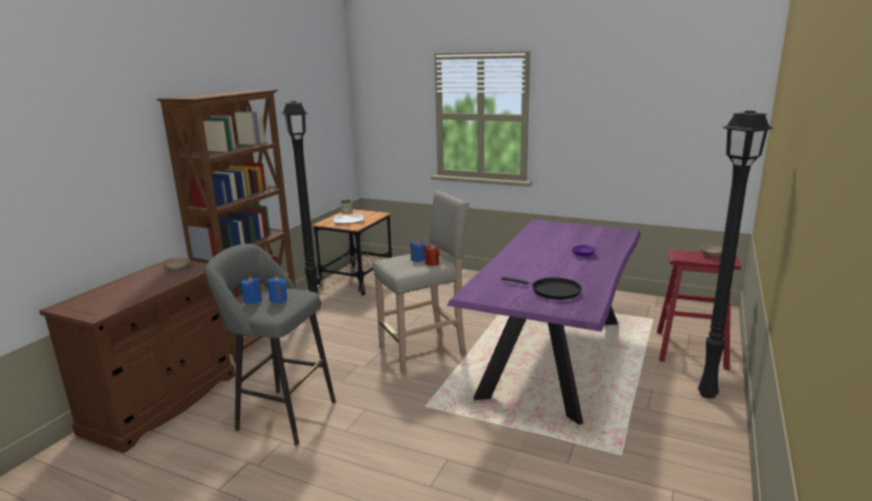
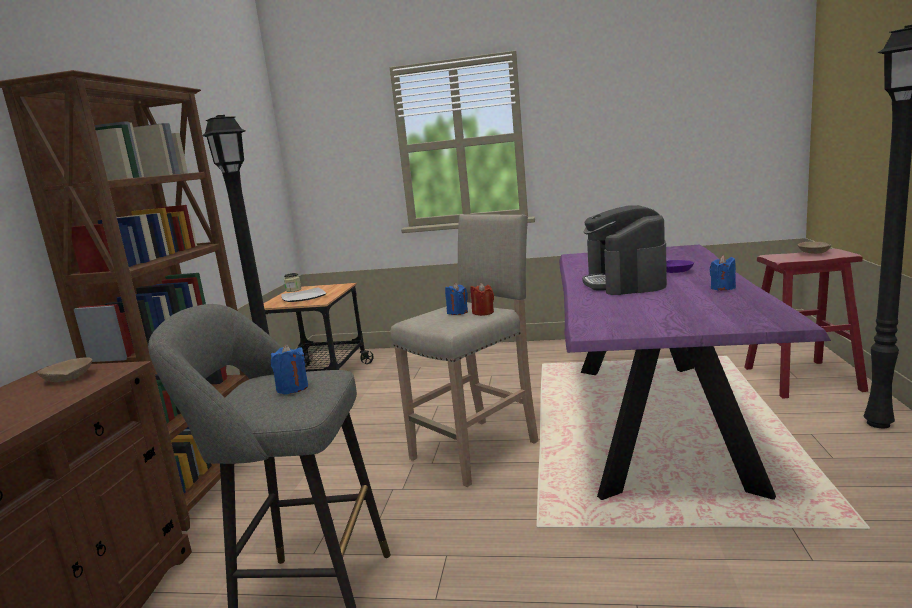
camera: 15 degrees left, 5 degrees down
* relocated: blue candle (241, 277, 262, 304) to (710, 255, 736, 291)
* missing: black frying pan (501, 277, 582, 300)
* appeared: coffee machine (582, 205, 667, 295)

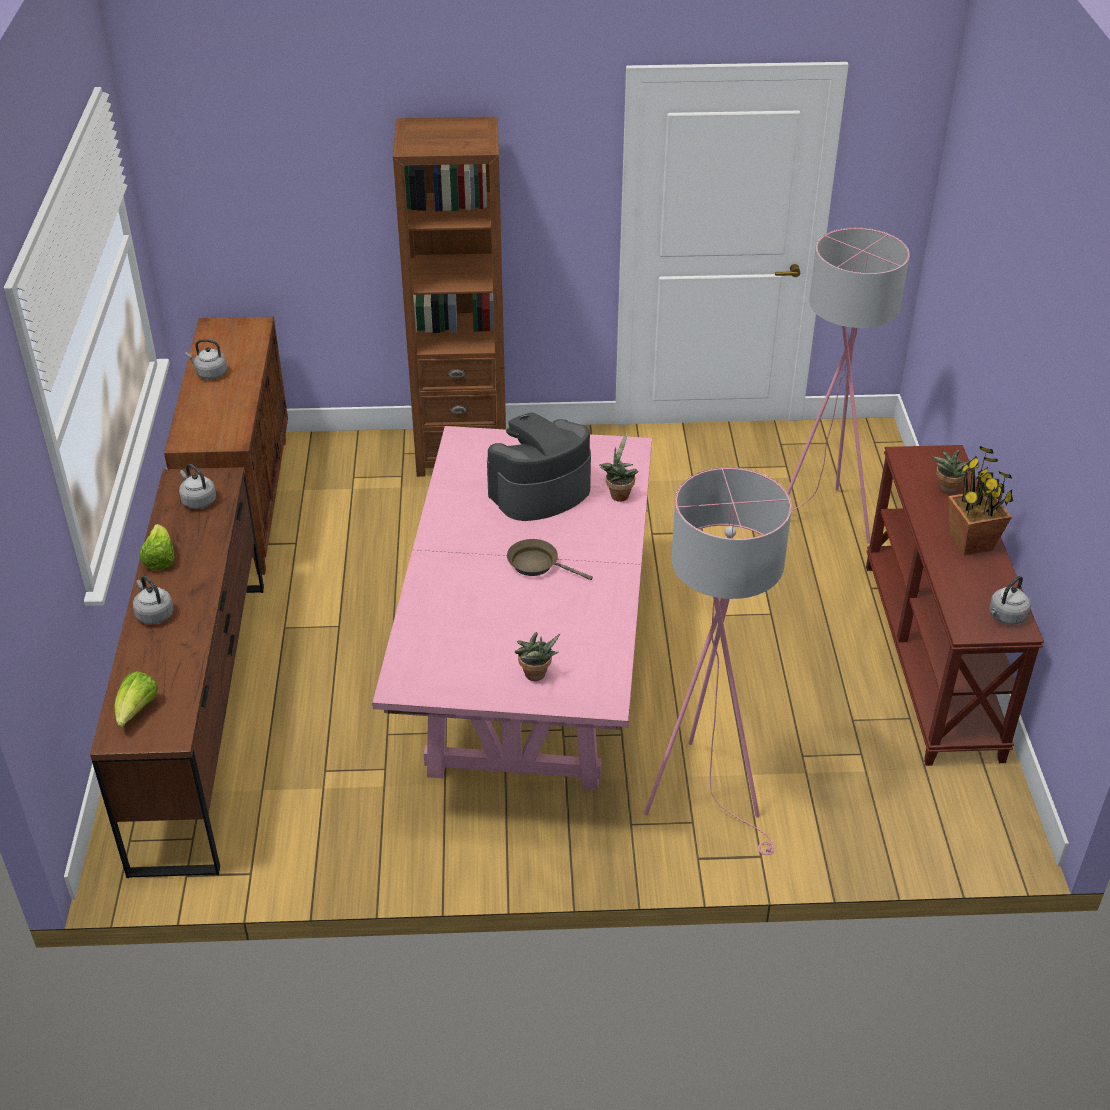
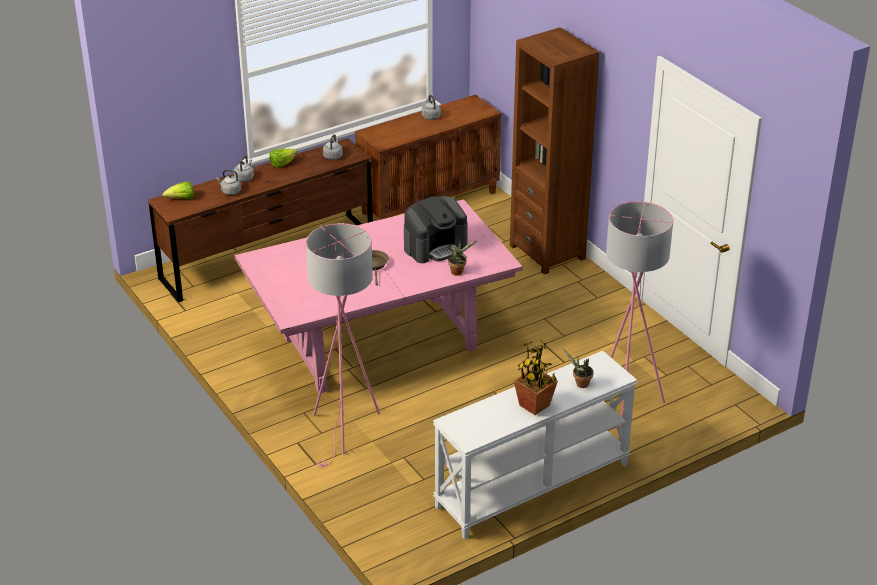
camera: 60 degrees right, 5 degrees down
* spun: coffee machine (487, 413, 591, 521) = (404, 196, 468, 263) 120 degrees clockwise
* colour: brown console table (866, 445, 1044, 766) to white console table (433, 351, 637, 539)
* relocated: grey kettle (989, 576, 1031, 624) to (216, 169, 241, 195)
* missing: potted plant (514, 632, 560, 681)

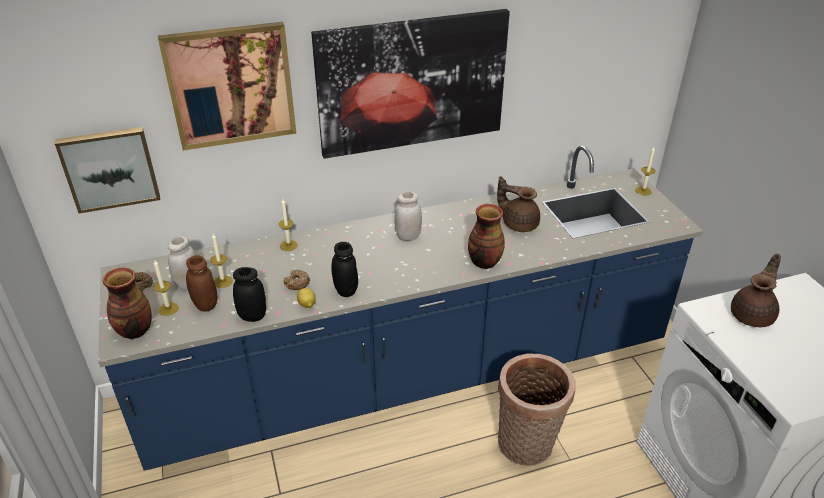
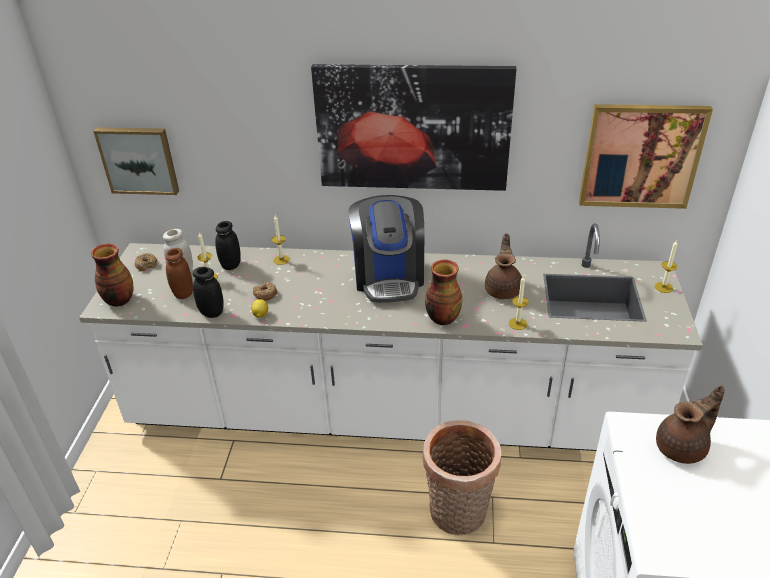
camera: 25 degrees right, 0 degrees up
* relocated: picture (158, 22, 296, 151) to (579, 104, 713, 209)
* colour: blue counter (98, 146, 703, 471) to white counter (79, 223, 703, 451)
* spun: brown teapot (497, 176, 540, 232) = (485, 233, 522, 299) 45 degrees clockwise
* exchanged: white jar (394, 192, 422, 241) to coffee machine (348, 195, 424, 303)
* relocated: black jar (331, 242, 358, 297) to (215, 221, 241, 270)
* relocated: candle (153, 260, 178, 316) to (509, 275, 529, 330)

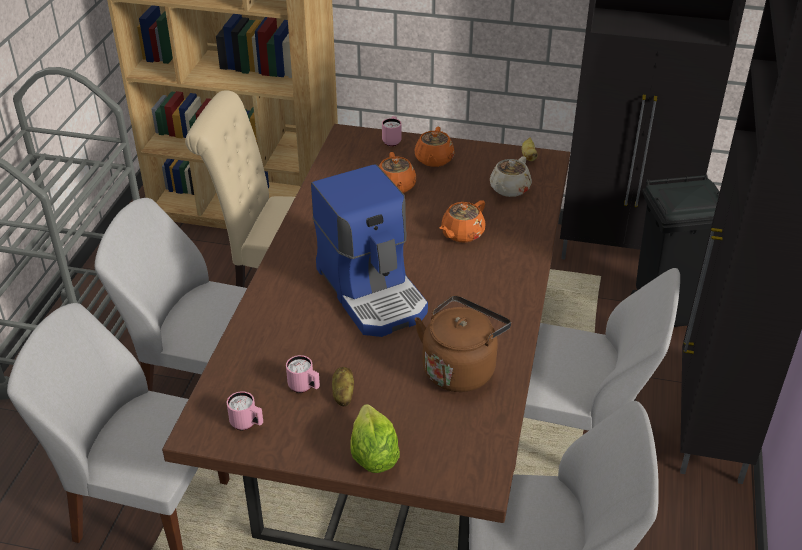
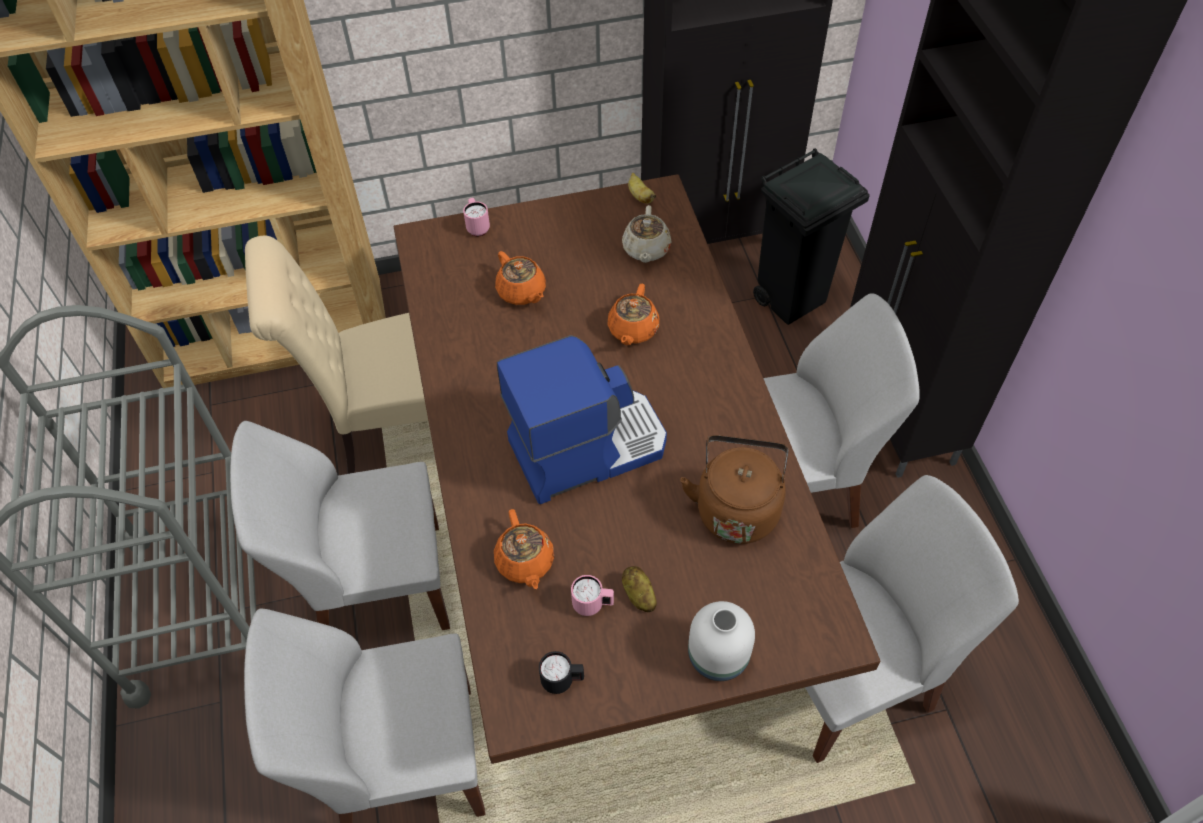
camera: 25 degrees left, 15 degrees up
* relocated: orange teapot (415, 127, 455, 167) to (494, 509, 554, 589)
* spun: coffee machine (311, 164, 428, 337) = (497, 335, 667, 504) 60 degrees counterclockwise
* colour: pink mug (227, 391, 263, 430) to black mug (539, 651, 584, 694)
* exchanged: lettuce (350, 404, 400, 473) to white vase (688, 601, 755, 681)

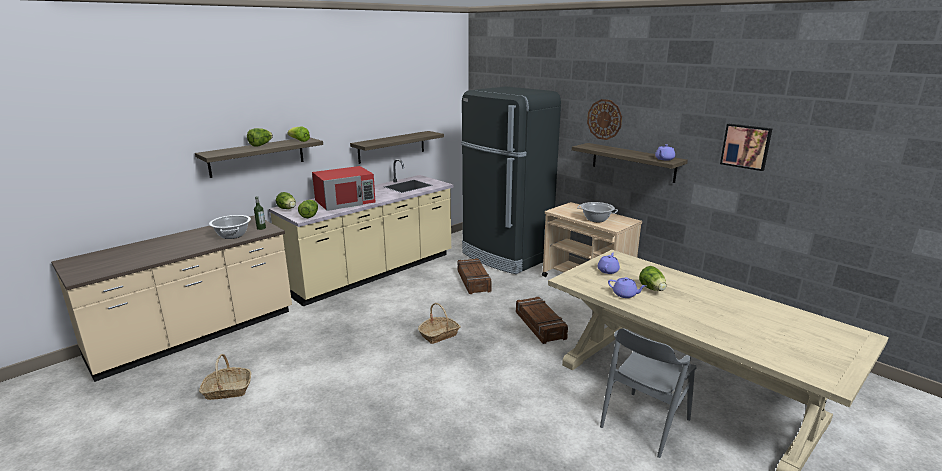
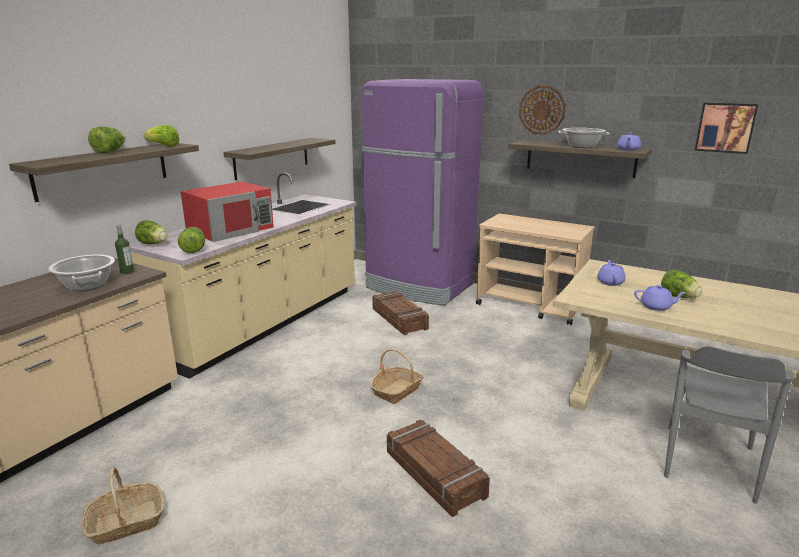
camera: 15 degrees left, 0 degrees up
* colour: black fridge (461, 86, 561, 274) to purple fridge (362, 79, 483, 306)
* relocated: cooking pot (577, 202, 618, 222) to (559, 128, 610, 148)
* relocated: crate (516, 297, 568, 344) to (387, 420, 490, 517)

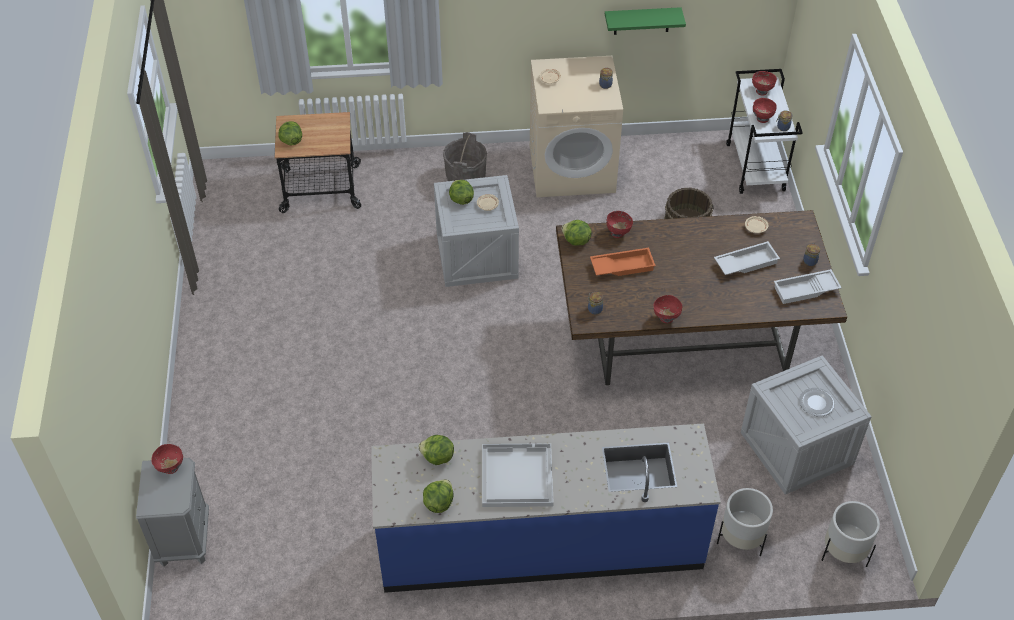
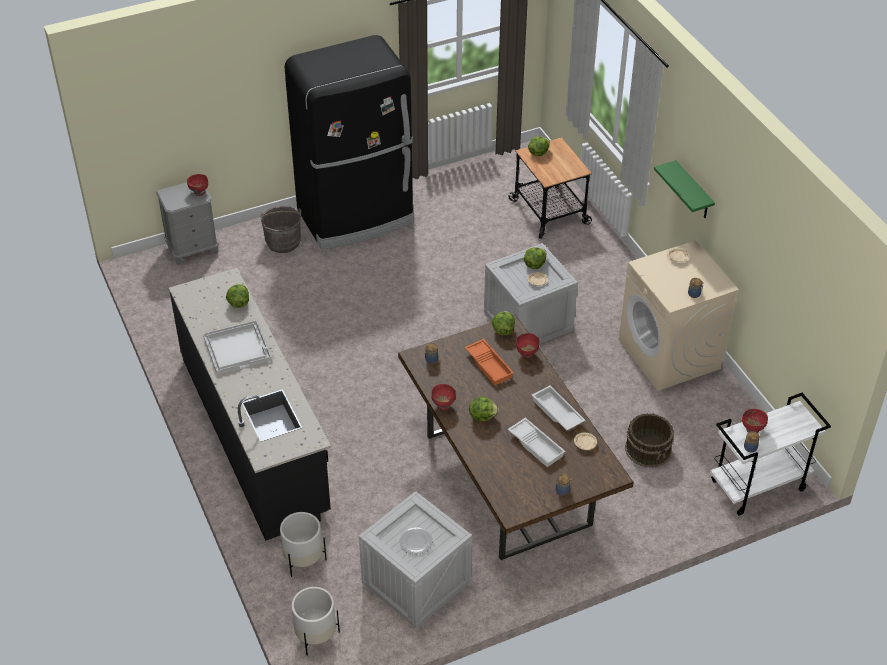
camera: 70 degrees right, 5 degrees down
* relocated: green shelf (605, 7, 686, 35) to (654, 160, 715, 218)
* missing: red bowl (752, 71, 777, 95)
* relocated: grey bucket (443, 132, 487, 181) to (260, 206, 301, 253)
* relocated: white tray (774, 269, 842, 304) to (532, 385, 586, 431)
* colour: blue counter (371, 423, 721, 593) to black counter (169, 268, 331, 541)
* relocated: lettuce (423, 479, 453, 513) to (469, 396, 499, 421)
* appeared: black fridge (285, 35, 414, 249)

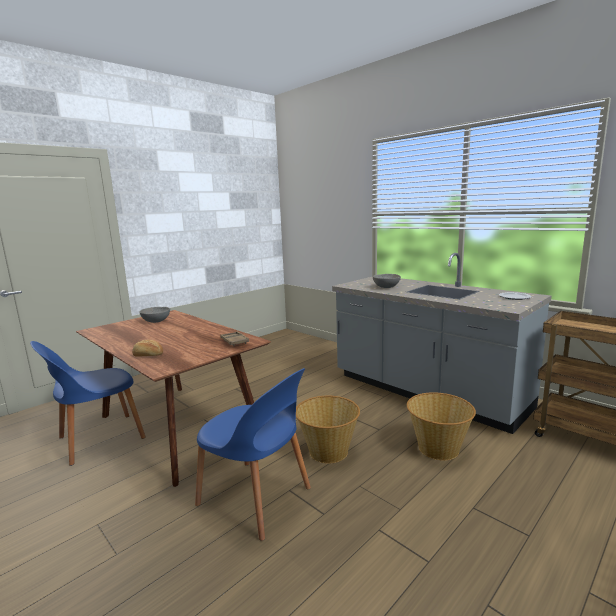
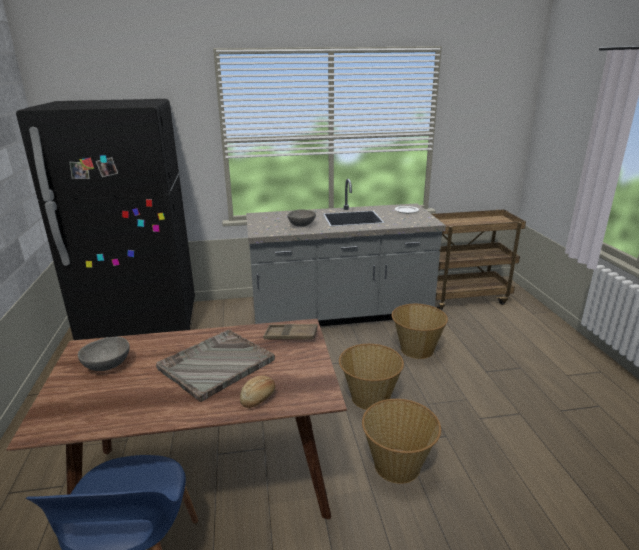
camera: 55 degrees left, 10 degrees up
* exchanged: blue chair (195, 368, 311, 541) to basket (362, 399, 441, 484)
* appeared: black fridge (16, 99, 195, 340)
* appeared: grey tray (156, 330, 275, 402)

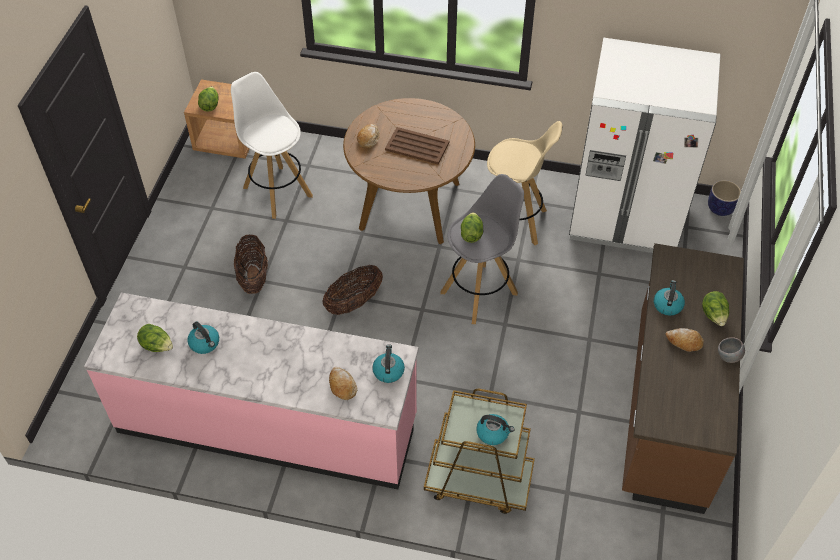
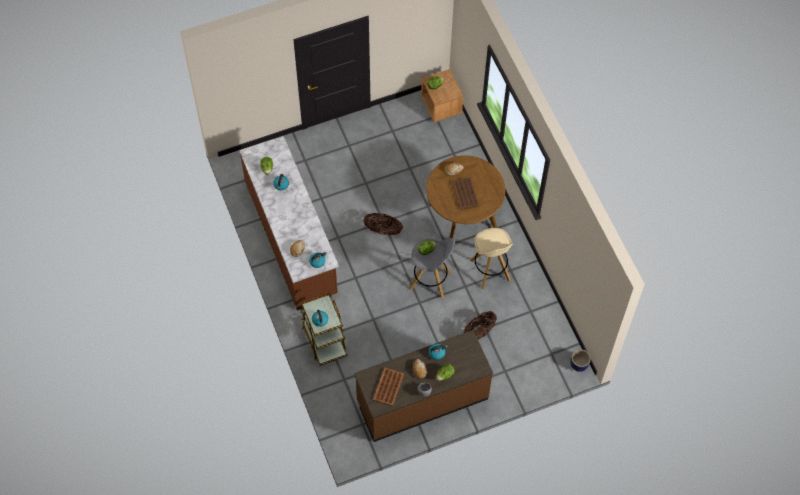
camera: 55 degrees right, 10 degrees up
* missing: white fridge (569, 38, 720, 253)
* missing: white stool (231, 72, 313, 219)
* relocated: basket (234, 235, 268, 294) to (463, 311, 497, 340)
* colour: pink counter (84, 293, 419, 489) to brown counter (239, 136, 339, 311)
* appeared: brown tray (373, 367, 404, 406)

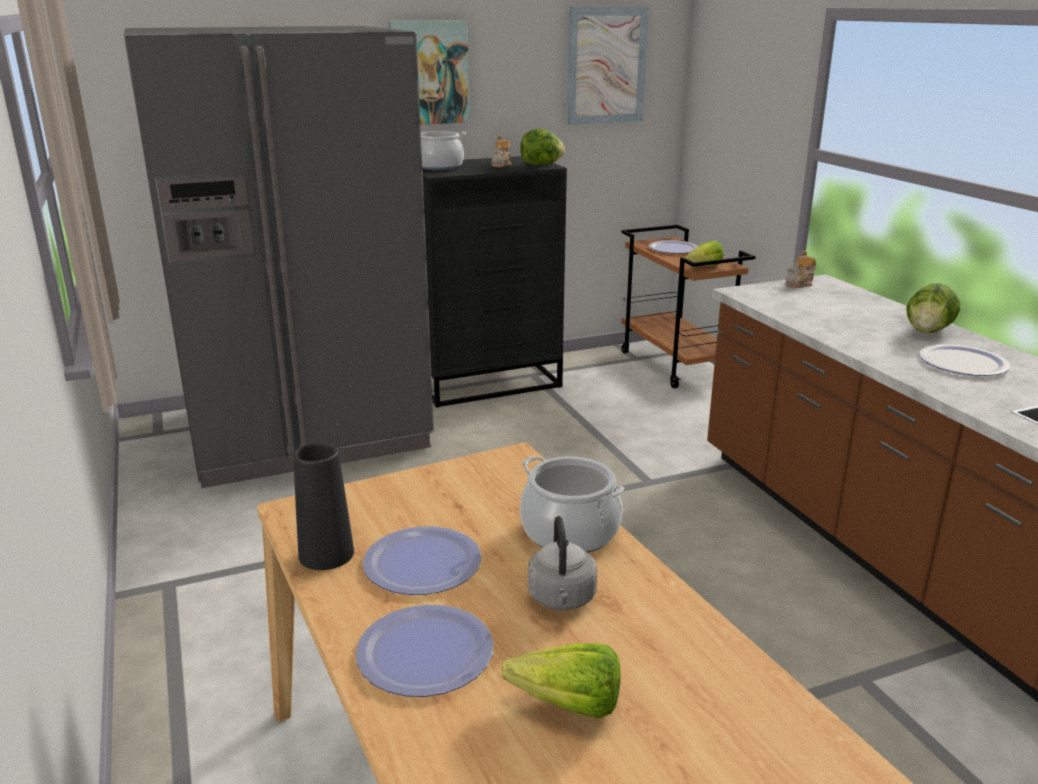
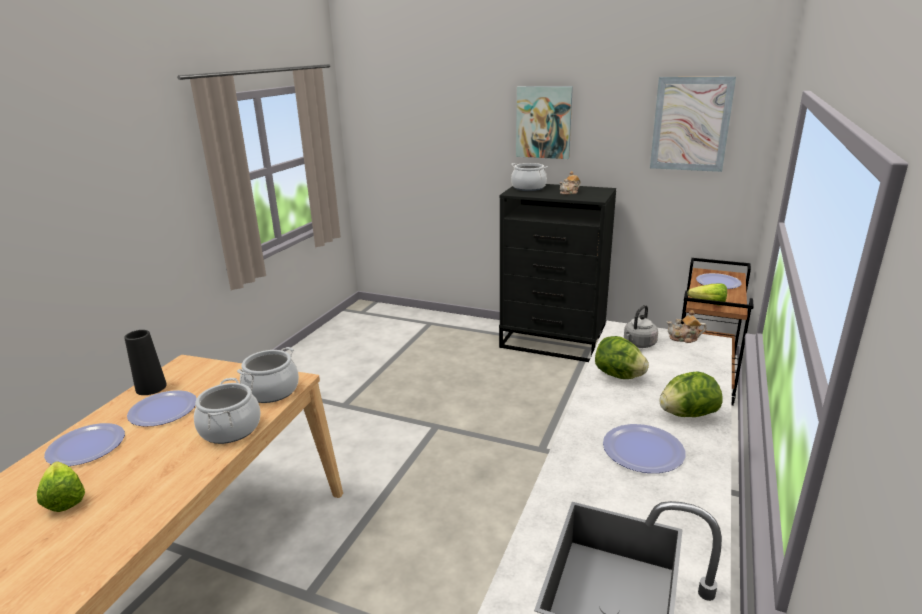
camera: 45 degrees right, 0 degrees up
* missing: grey fridge (124, 26, 434, 488)
* relocated: lettuce (520, 129, 565, 165) to (595, 336, 649, 379)
* relocated: grey kettle (528, 516, 597, 610) to (624, 305, 658, 348)
* appeared: cooking pot (237, 347, 299, 403)

